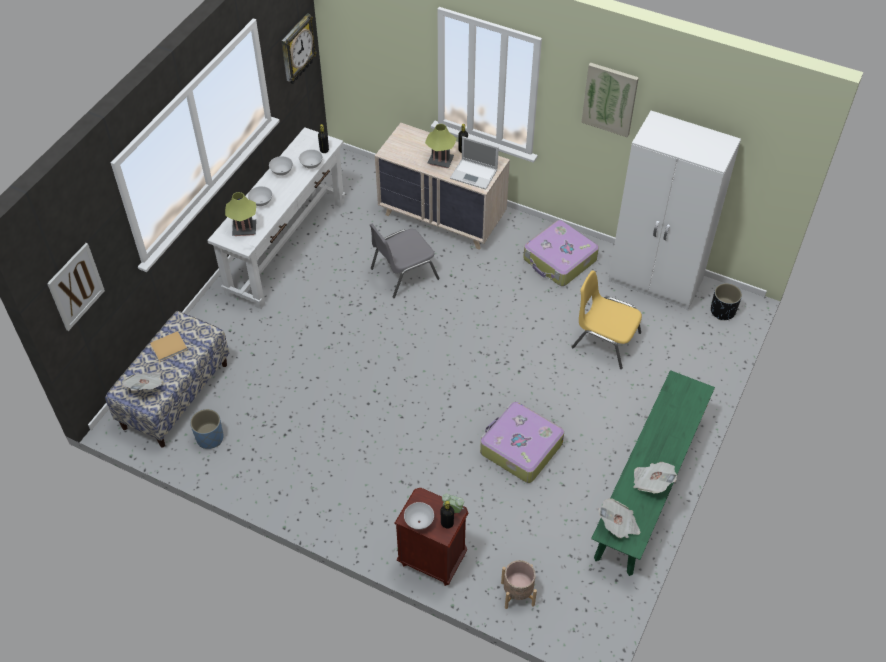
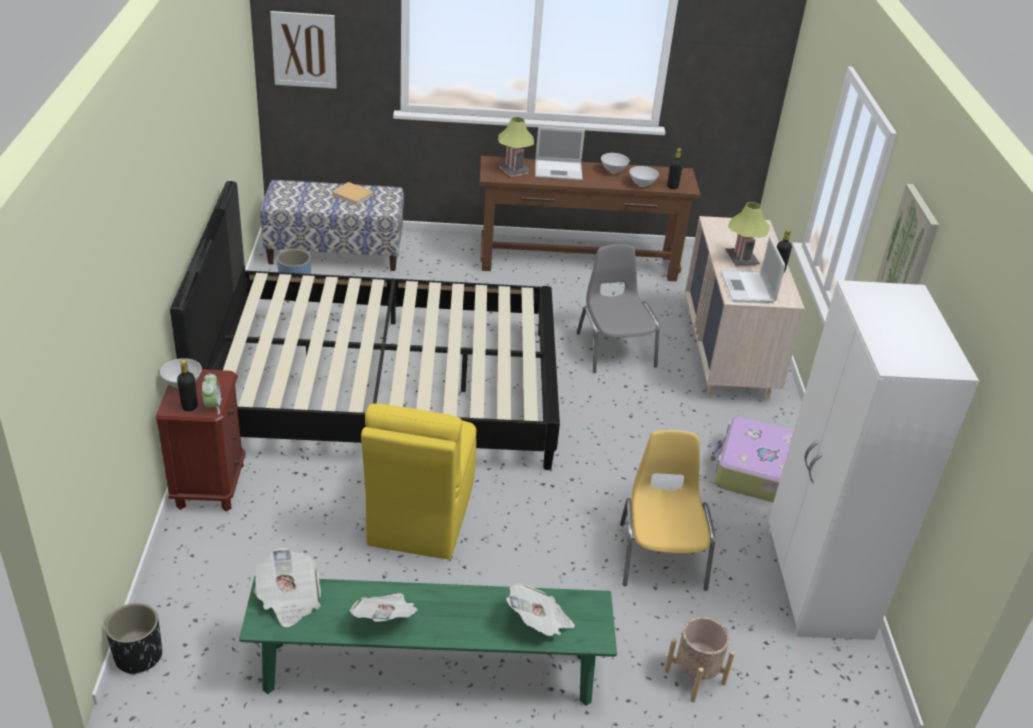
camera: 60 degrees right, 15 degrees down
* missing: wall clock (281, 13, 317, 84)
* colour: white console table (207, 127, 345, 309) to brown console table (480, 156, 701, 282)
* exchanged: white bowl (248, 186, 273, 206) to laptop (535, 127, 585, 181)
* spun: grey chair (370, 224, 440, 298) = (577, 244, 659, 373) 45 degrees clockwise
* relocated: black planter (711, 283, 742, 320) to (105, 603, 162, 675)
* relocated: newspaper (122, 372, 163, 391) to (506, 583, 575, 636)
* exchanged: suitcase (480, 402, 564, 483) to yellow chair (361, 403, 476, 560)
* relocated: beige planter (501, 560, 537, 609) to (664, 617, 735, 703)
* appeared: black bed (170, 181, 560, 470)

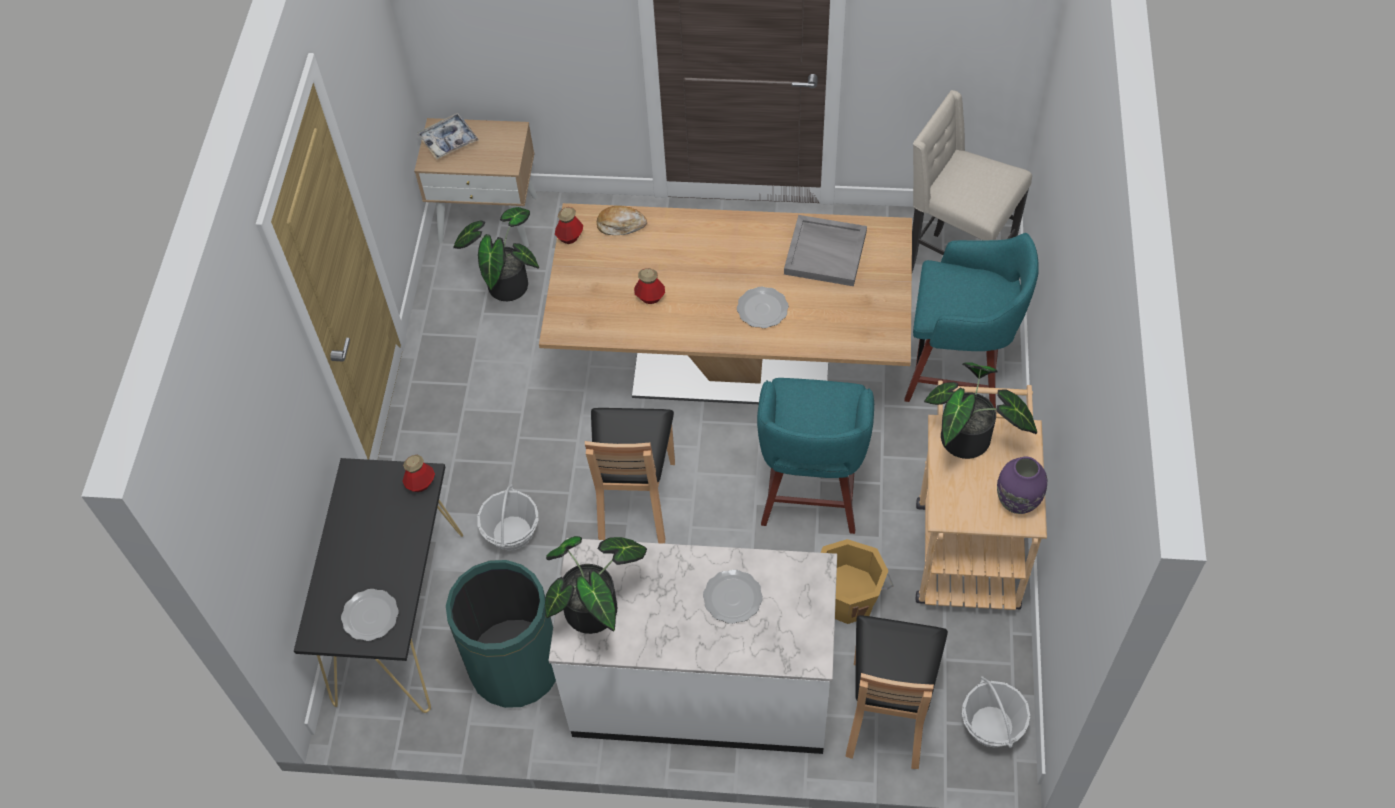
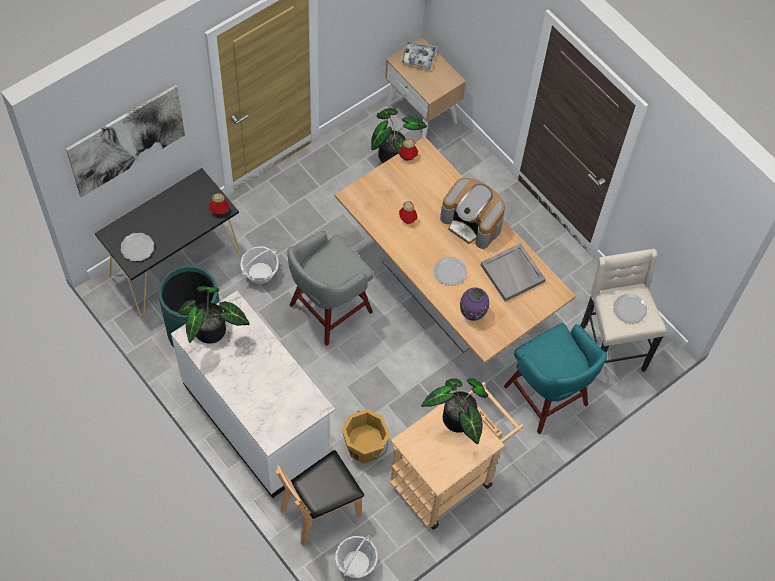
camera: 40 degrees right, 5 degrees up
* missing: bread (597, 206, 647, 235)
* missing: turquoise stool (757, 378, 874, 534)
* exchanged: brown chair (585, 408, 675, 543) to grey stool (287, 231, 374, 346)
* relocated: purple vase (997, 457, 1047, 514) to (460, 288, 489, 321)
* relocated: plate (703, 569, 763, 624) to (613, 294, 647, 324)
* appeared: picture (66, 85, 185, 197)
* appeared: coffee machine (440, 178, 505, 249)

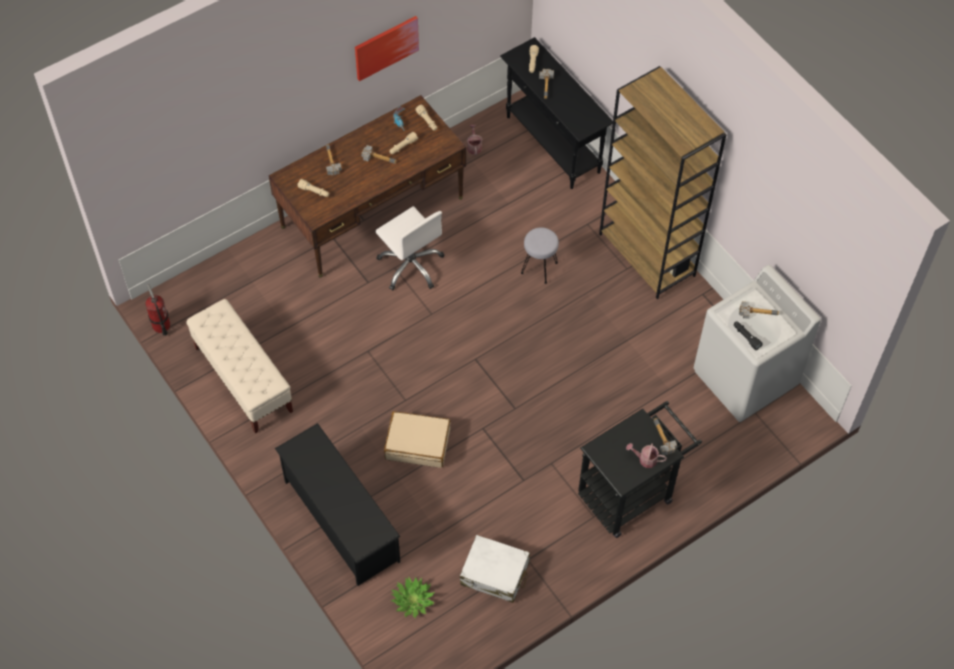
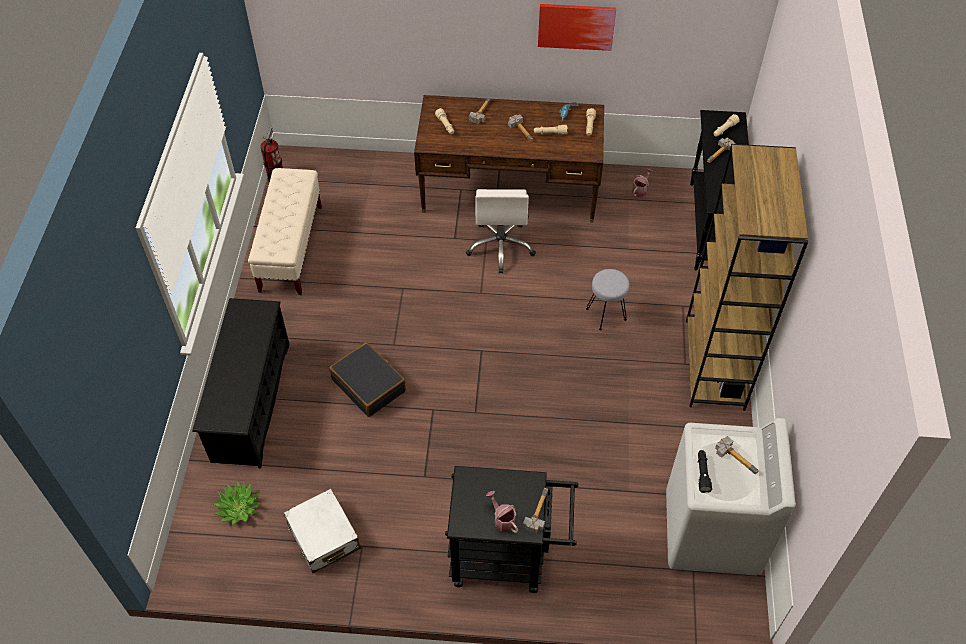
camera: 40 degrees right, 5 degrees down
* colour: beige suitcase (384, 411, 451, 468) to black suitcase (329, 342, 406, 417)

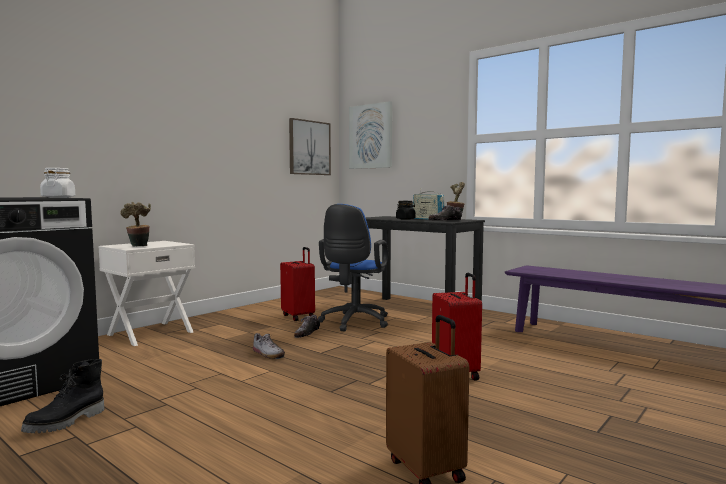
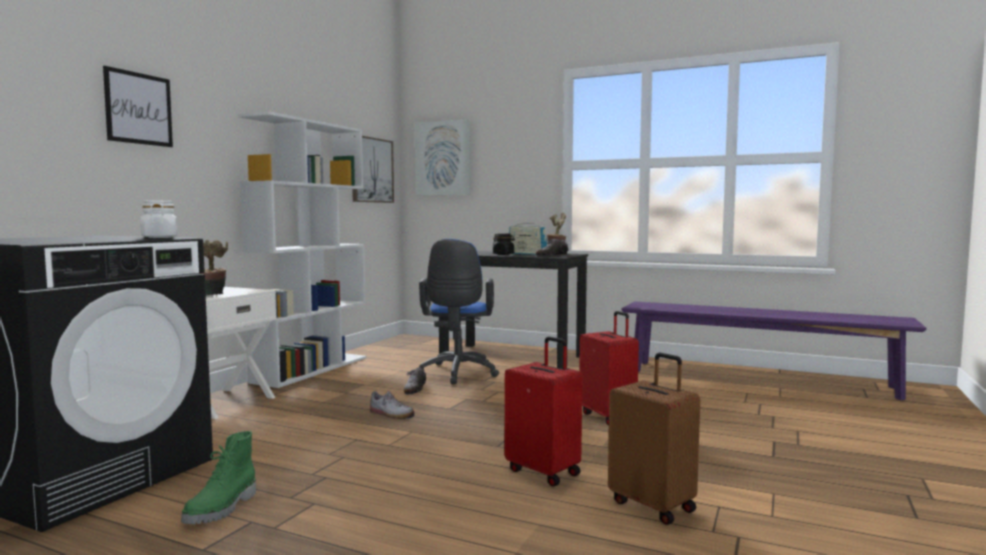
camera: 15 degrees left, 0 degrees up
* relocated: red suitcase (280, 247, 315, 321) to (505, 337, 582, 486)
* colour: black boot (21, 359, 105, 433) to green boot (181, 431, 256, 524)
* appeared: picture (103, 66, 173, 147)
* appeared: white bookcase (237, 111, 367, 388)

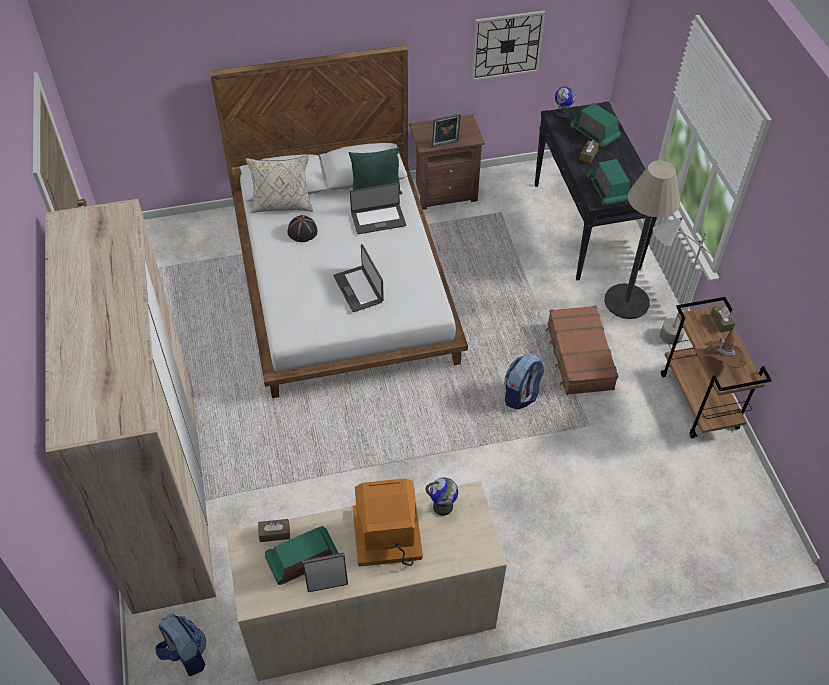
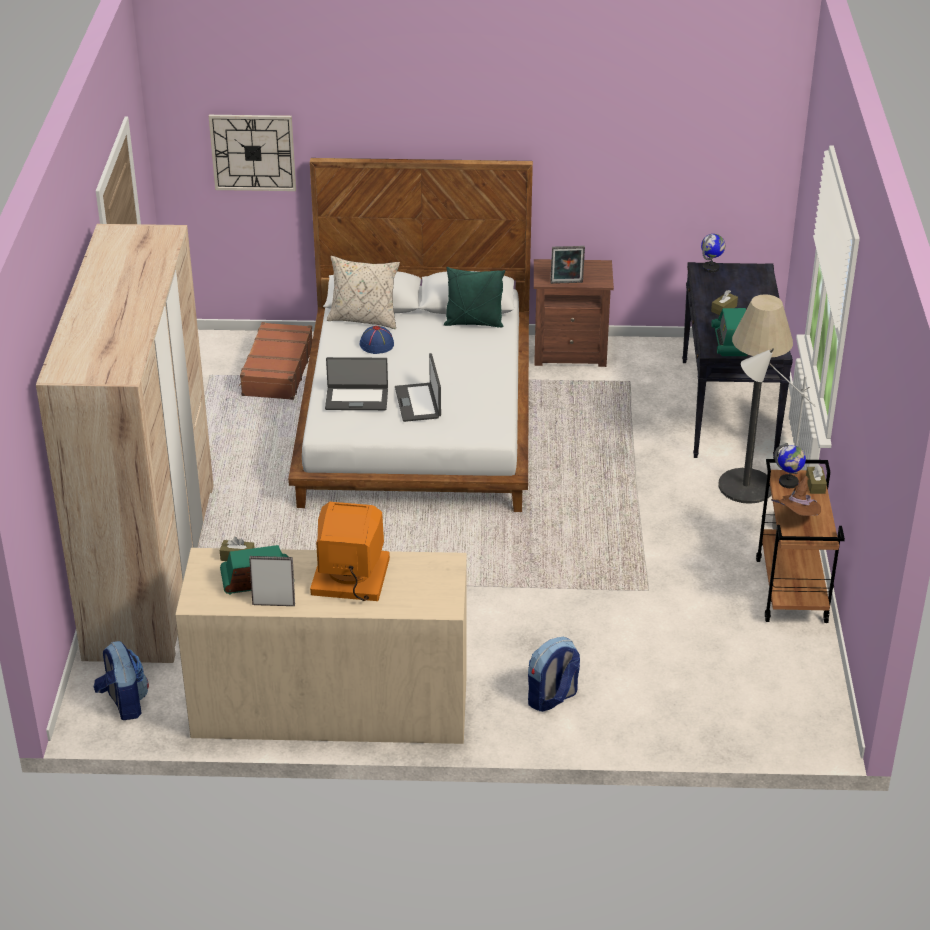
camera: 15 degrees right, 15 degrees down
* relocated: wall clock (472, 10, 545, 81) to (209, 115, 296, 191)
* missing: radio (570, 103, 621, 148)
* relocated: laptop (350, 182, 406, 234) to (325, 357, 388, 410)
* colour: black hat (287, 215, 318, 242) to blue hat (359, 326, 394, 354)
* relocated: brown suitcase (546, 306, 618, 395) to (239, 322, 312, 400)
* relocated: backpack (504, 353, 544, 410) to (528, 637, 580, 712)
* relocated: globe (425, 478, 458, 516) to (774, 443, 806, 488)

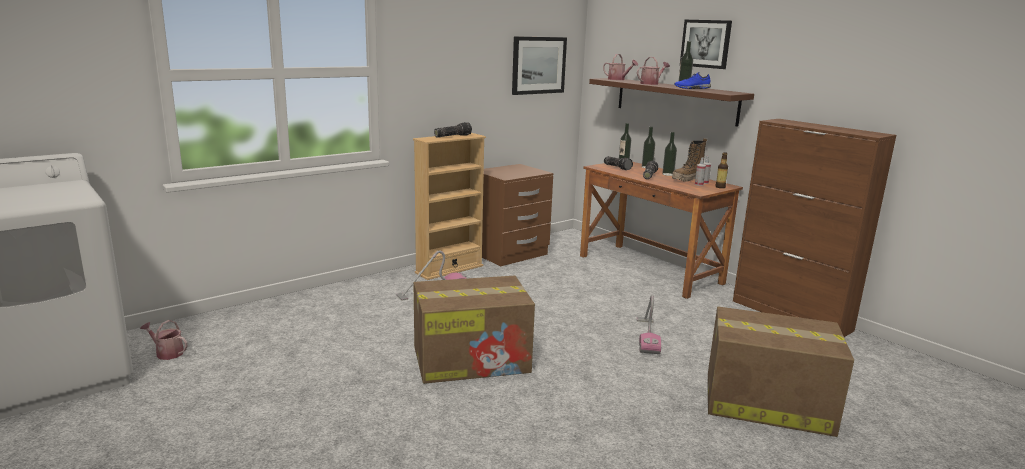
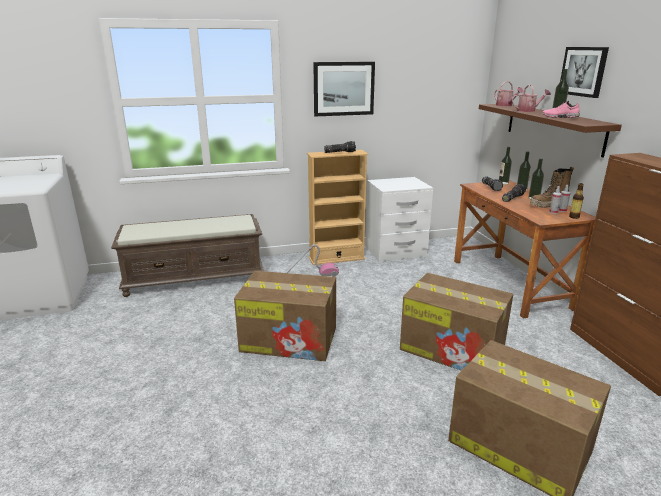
camera: 25 degrees right, 5 degrees up
* relocated: picture (512, 36, 567, 95) to (313, 62, 375, 116)
* colour: blue shoe (674, 72, 711, 89) to pink shoe (542, 101, 580, 118)
* colour: brown nightstand (482, 164, 553, 266) to white nightstand (365, 177, 433, 262)
* exchanged: vacuum cleaner (637, 295, 661, 354) to cardboard box (400, 273, 513, 371)
* missing: watering can (140, 320, 188, 360)
* appeared: brown bench (111, 214, 264, 297)

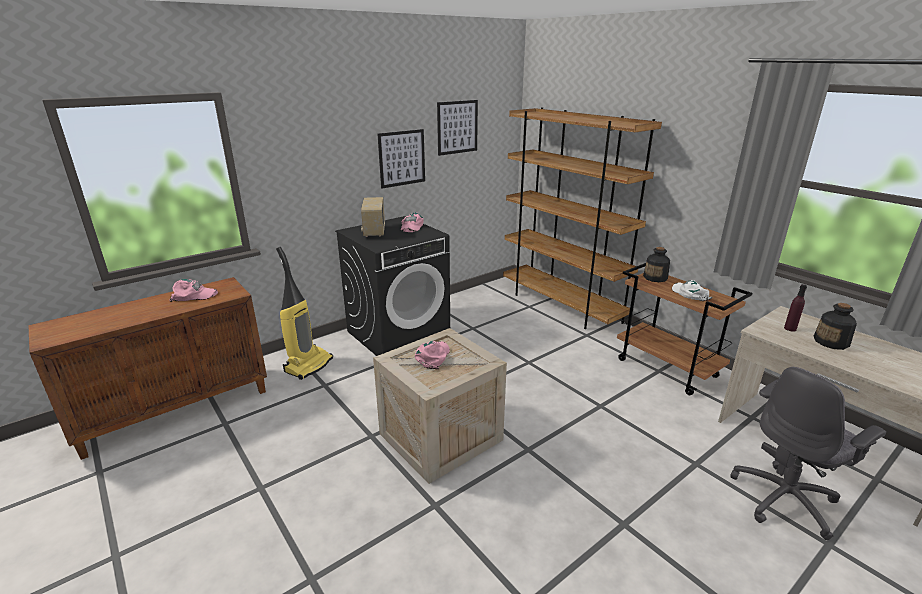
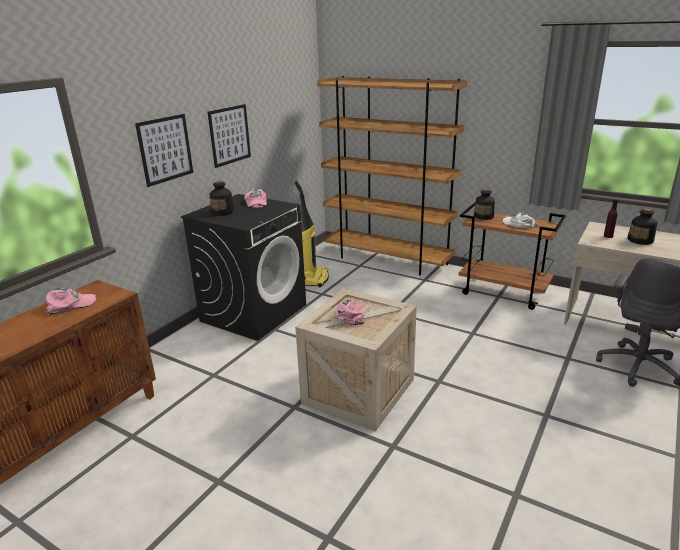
camera: 20 degrees left, 0 degrees up
* relocated: picture (437, 100, 478, 156) to (135, 114, 193, 187)
* exchanged: radio (361, 197, 385, 237) to bottle (210, 181, 234, 216)
* relocated: vacuum cleaner (276, 247, 333, 380) to (294, 181, 329, 287)

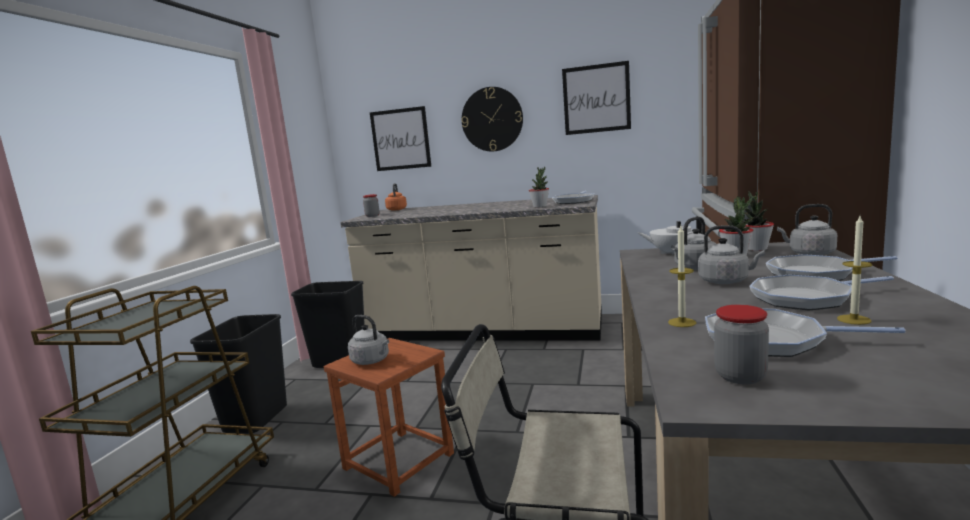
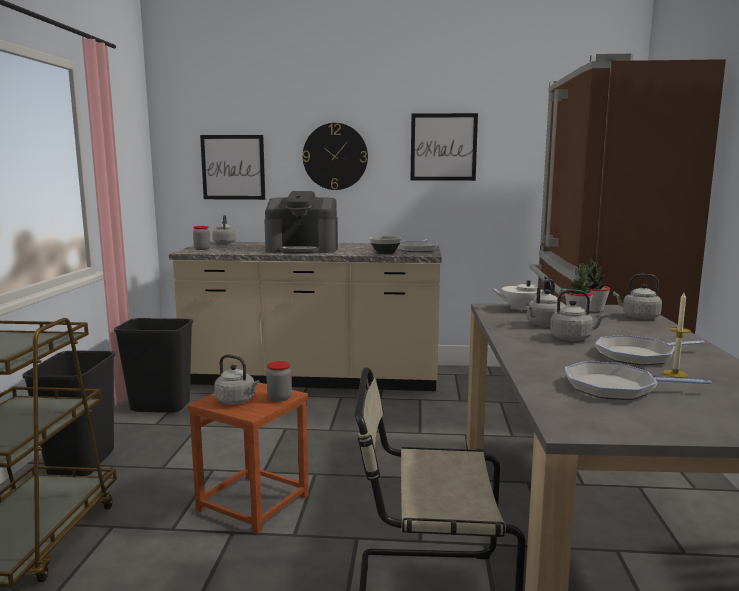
camera: 10 degrees left, 0 degrees up
* exchanged: potted plant (529, 167, 549, 208) to bowl (370, 236, 401, 254)
* colour: orange kettle (385, 183, 407, 211) to grey kettle (212, 215, 236, 244)
* missing: candle (668, 226, 696, 327)
* missing: frying pan (766, 254, 898, 281)
* relocated: jar (714, 305, 769, 384) to (266, 361, 292, 401)
* appeared: coffee machine (264, 191, 338, 254)

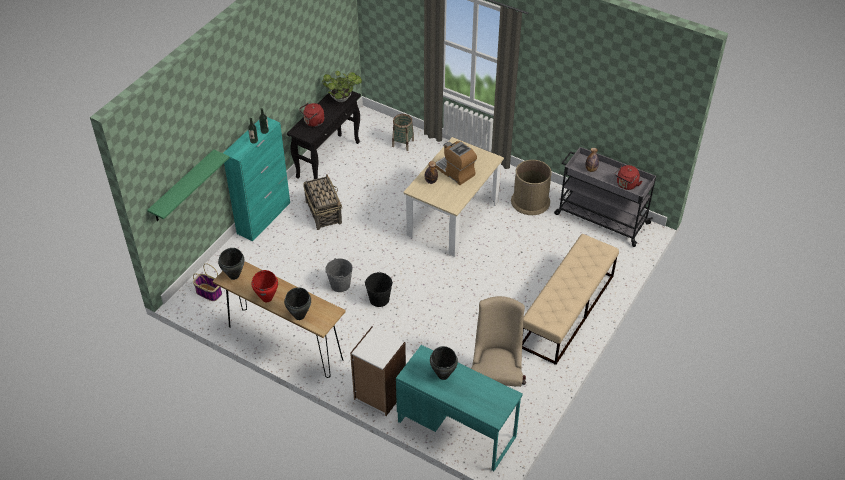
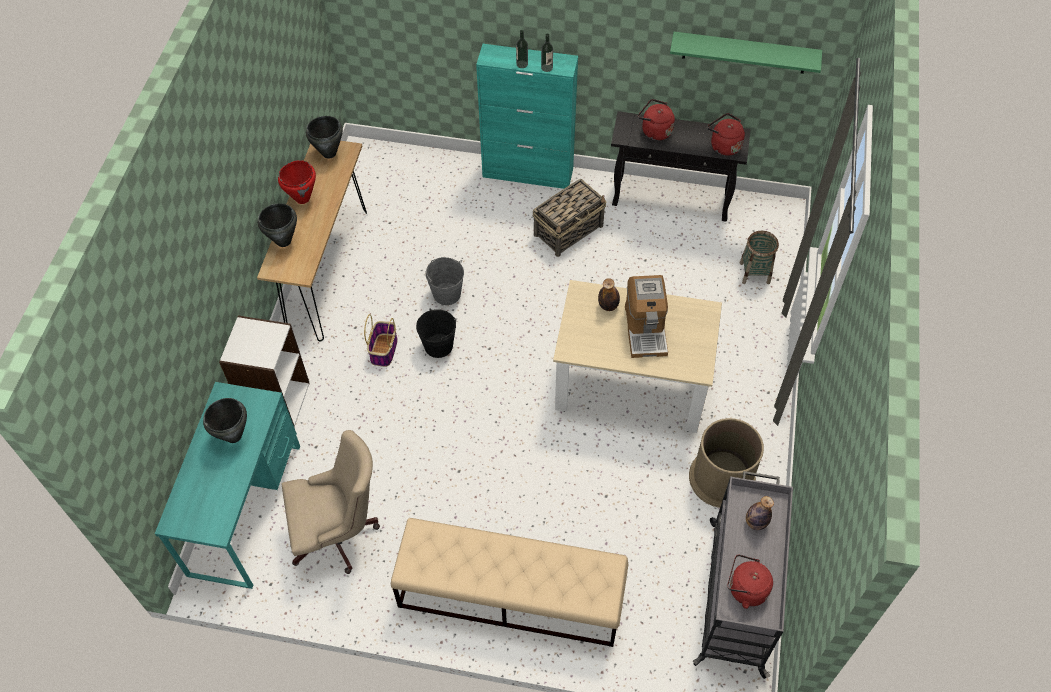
camera: 70 degrees right, 10 degrees up
* exchanged: potted plant (322, 71, 362, 102) to red kettle (707, 113, 745, 156)
* spun: coffee machine (435, 141, 477, 185) = (625, 275, 668, 358) 150 degrees clockwise
* relocated: green shelf (147, 149, 230, 221) to (670, 32, 822, 74)
* relocated: basket (193, 264, 222, 301) to (364, 314, 398, 367)

